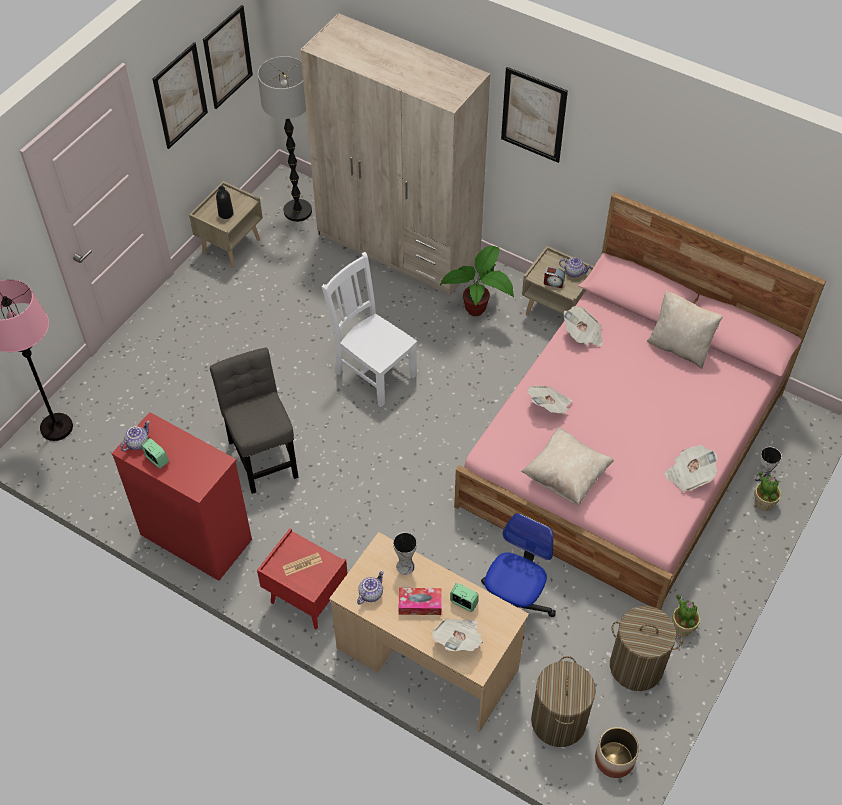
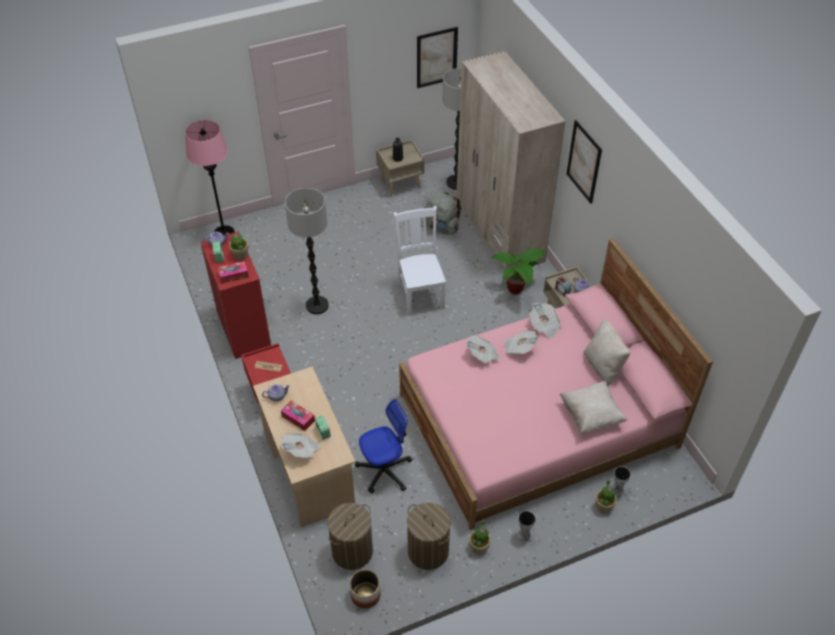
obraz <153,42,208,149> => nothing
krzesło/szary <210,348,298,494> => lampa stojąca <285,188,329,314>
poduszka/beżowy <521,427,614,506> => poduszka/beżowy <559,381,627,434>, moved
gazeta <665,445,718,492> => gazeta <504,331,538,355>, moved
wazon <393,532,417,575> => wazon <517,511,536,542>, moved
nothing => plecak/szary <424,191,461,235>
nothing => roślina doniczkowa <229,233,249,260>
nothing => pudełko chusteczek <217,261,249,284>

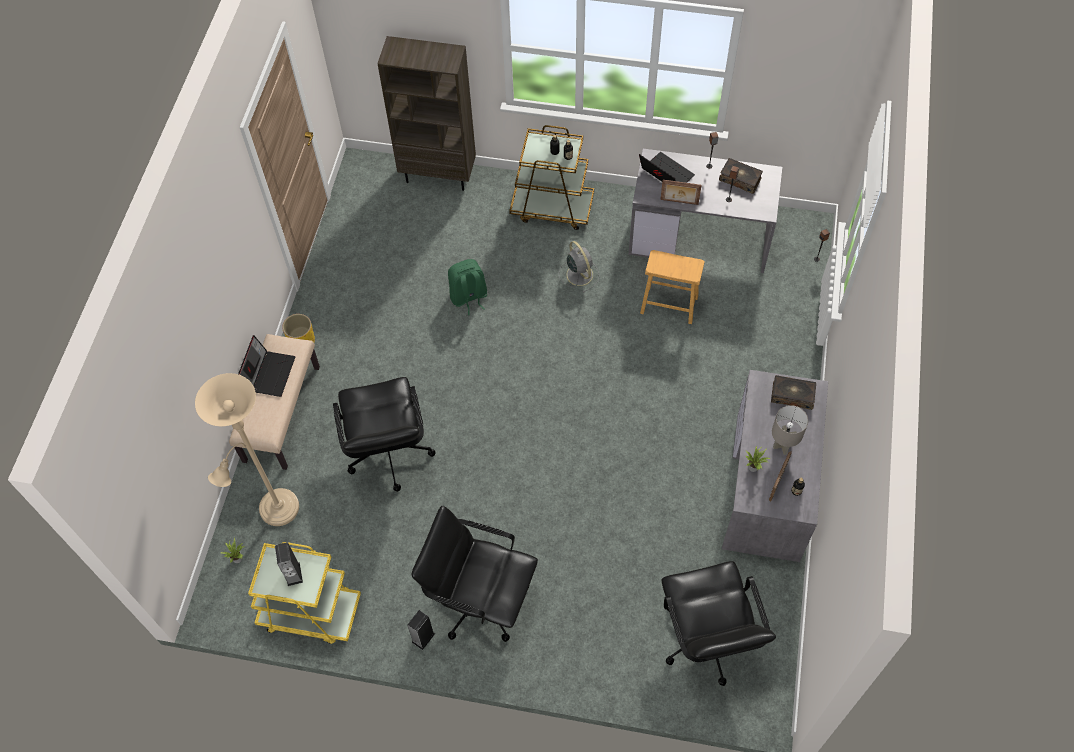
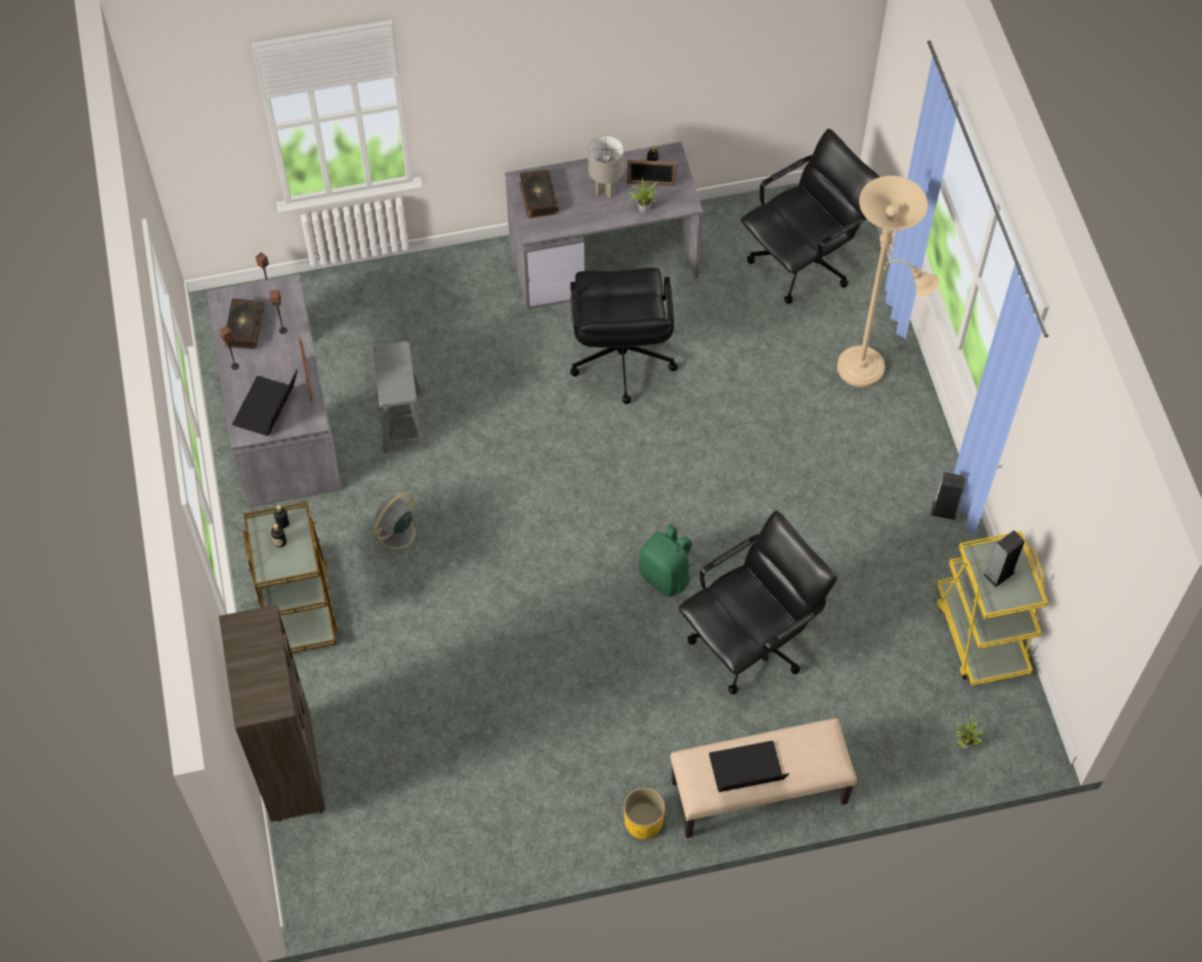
stołek/brązowy <640,250,705,324> => stołek/szary <373,341,429,453>
plecak/zielony <448,259,487,315> => plecak/zielony <639,524,694,597>, moved
lampa stojąca/beżowy <195,373,299,526> => lampa stojąca/beżowy <837,176,939,387>, moved
krzesło biurowe/czarny <411,506,538,642> => krzesło biurowe/czarny <570,268,678,404>, moved

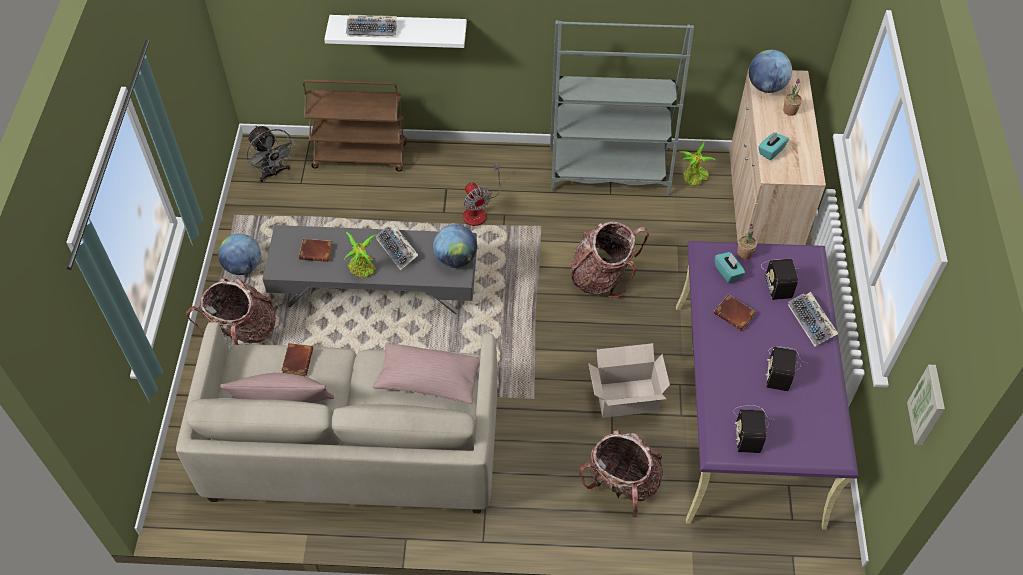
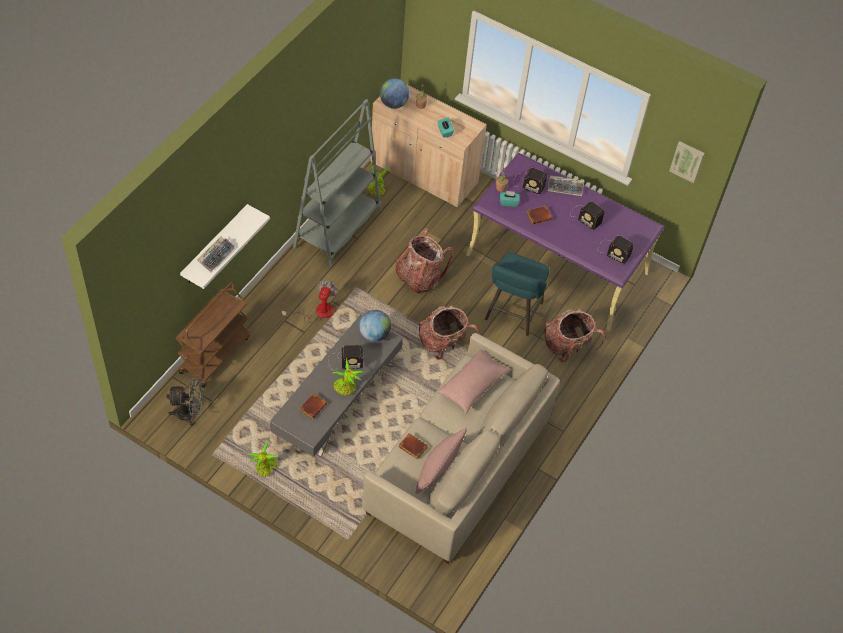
wentylator <463,163,501,226> => wentylator <282,280,338,323>, 75 degrees counterclockwise
klawiatura <376,224,418,270> => radio <328,345,363,369>
globus <218,234,261,275> => roślina doniczkowa <247,441,278,477>
plecak <186,278,276,345> => plecak <419,306,479,360>, moved
karton <588,343,670,418> => stołek/turkusowy <485,253,549,336>

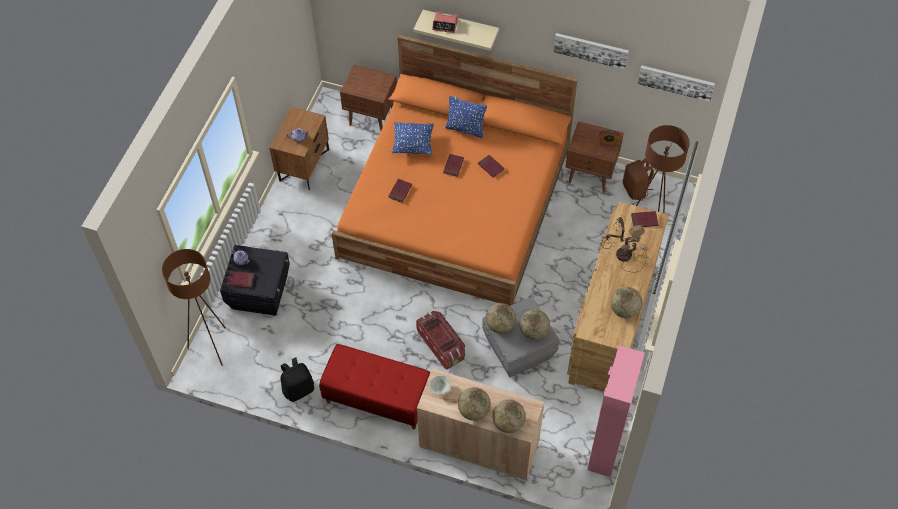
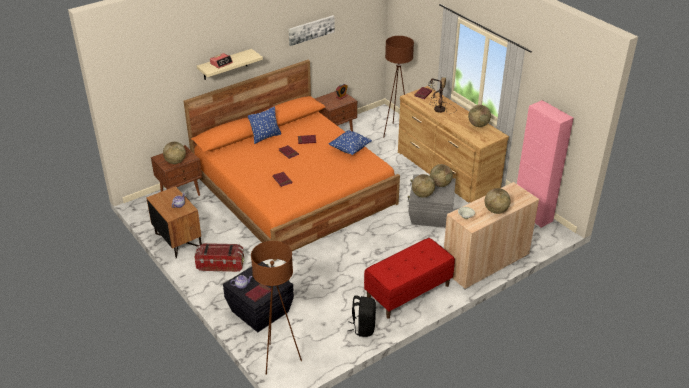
obraz <638,65,715,102> => nothing
poduszka/niebieski <392,122,434,155> => poduszka/niebieski <329,130,372,155>, moved
plecak/brązowy <623,158,654,200> => nothing
pojemnik do przechowywania <416,311,465,370> => pojemnik do przechowywania <194,243,244,272>, moved
globus <493,399,526,433> => globus <163,142,186,164>, moved

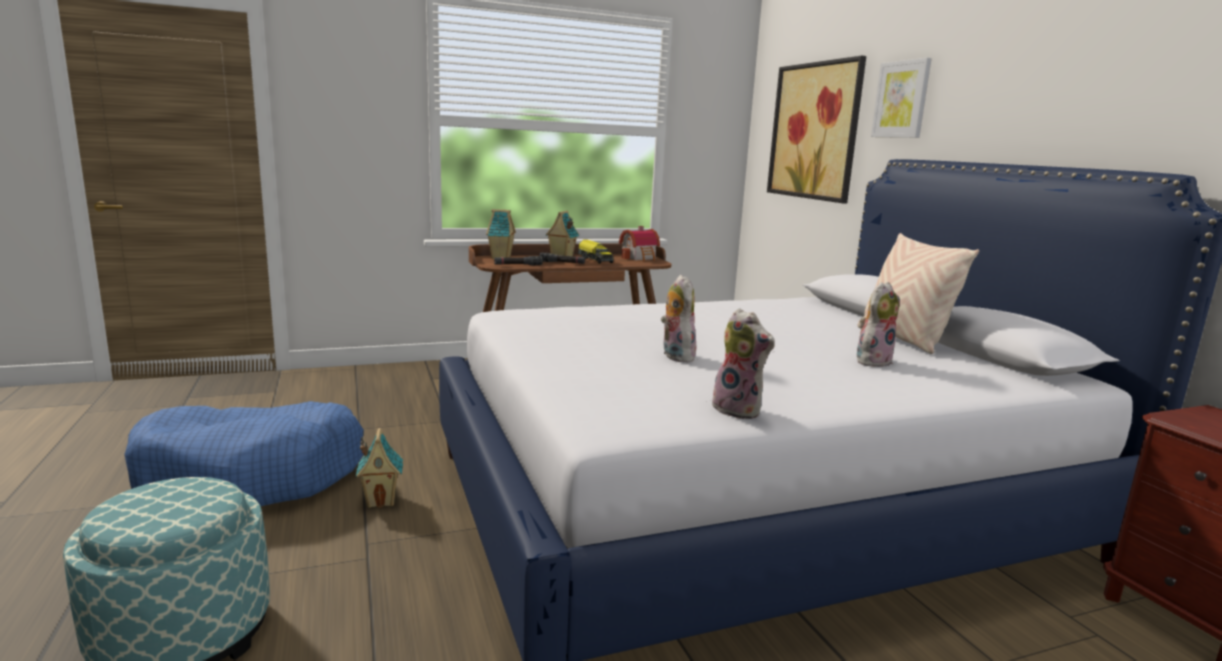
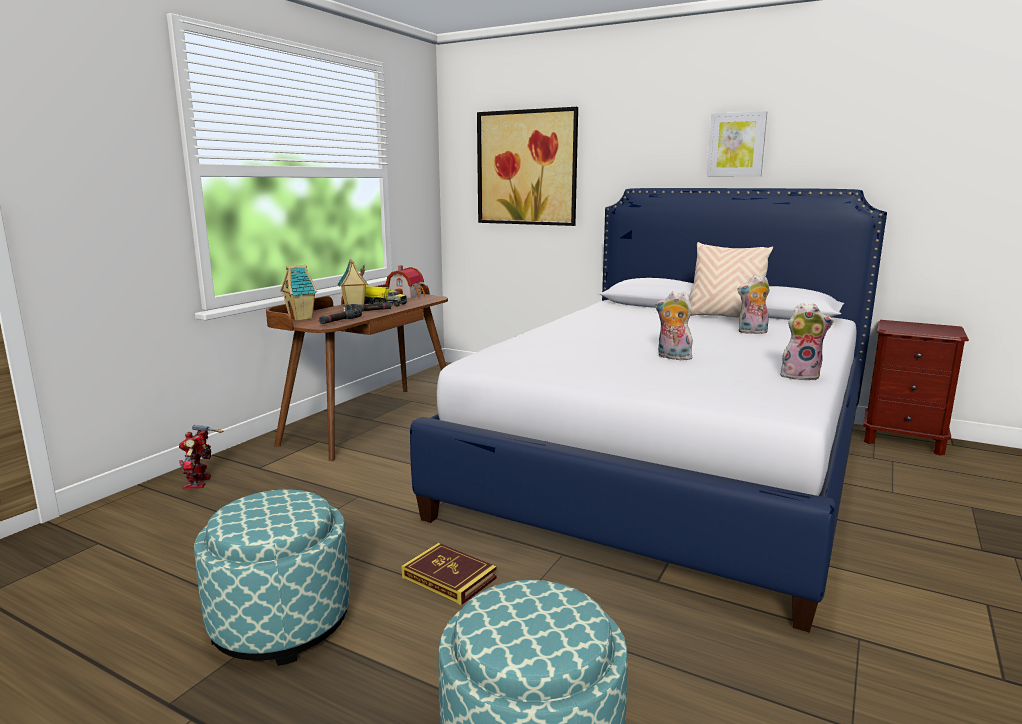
obraz <871,58,932,138> => obraz <707,111,767,176>, moved
pluszak <856,282,900,367> => pluszak <738,275,770,334>, 105 degrees counterclockwise
legowisko/niebieski <124,401,364,506> => pufa <194,490,350,666>
domek <356,428,403,508> => książka <402,543,497,605>
nothing => robot zabawkowy <179,425,223,489>

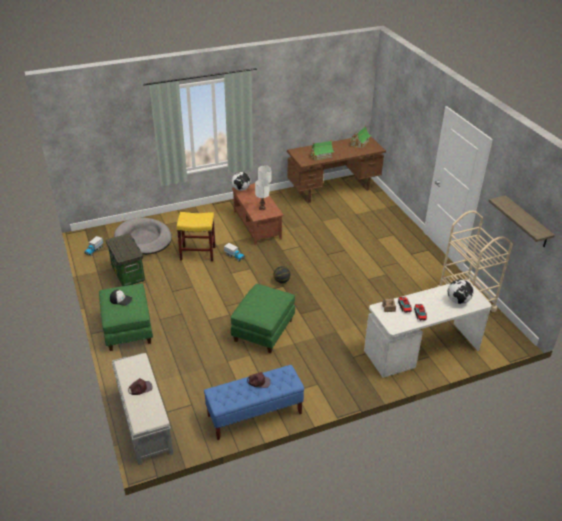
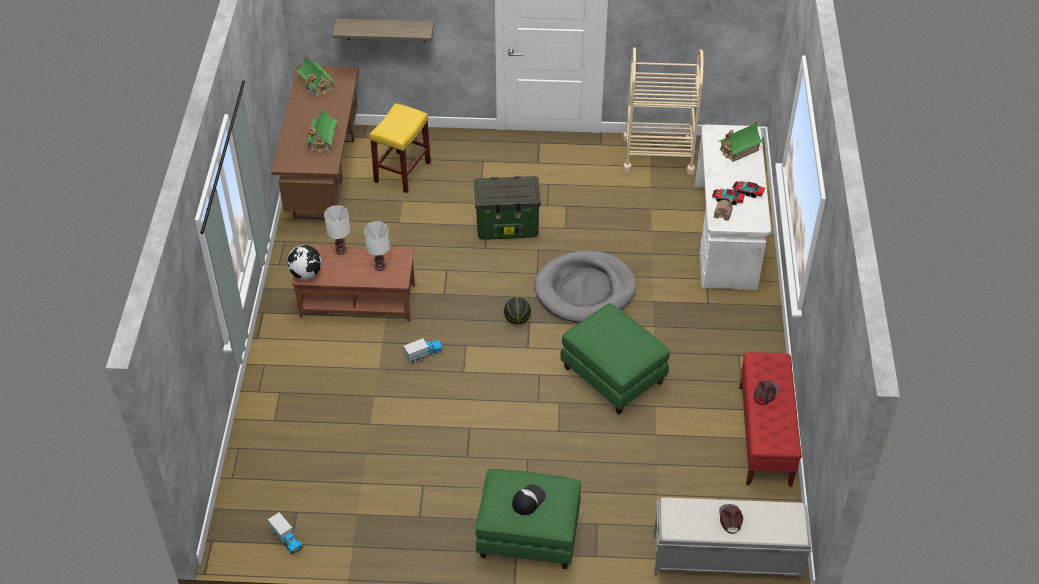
półka <488,195,555,247> => półka <333,19,434,42>, moved
stołek/żółty <177,212,216,261> => stołek/żółty <369,103,431,193>, moved
legowisko/szary <114,217,172,255> => legowisko/szary <534,250,636,322>, moved
pojemnik do przechowywania <106,234,145,286> => pojemnik do przechowywania <474,176,541,240>, moved
globus <448,279,473,304> => domek <718,121,763,162>
ławka/niebieski <204,365,304,440> => ławka/czerwony <739,352,802,487>

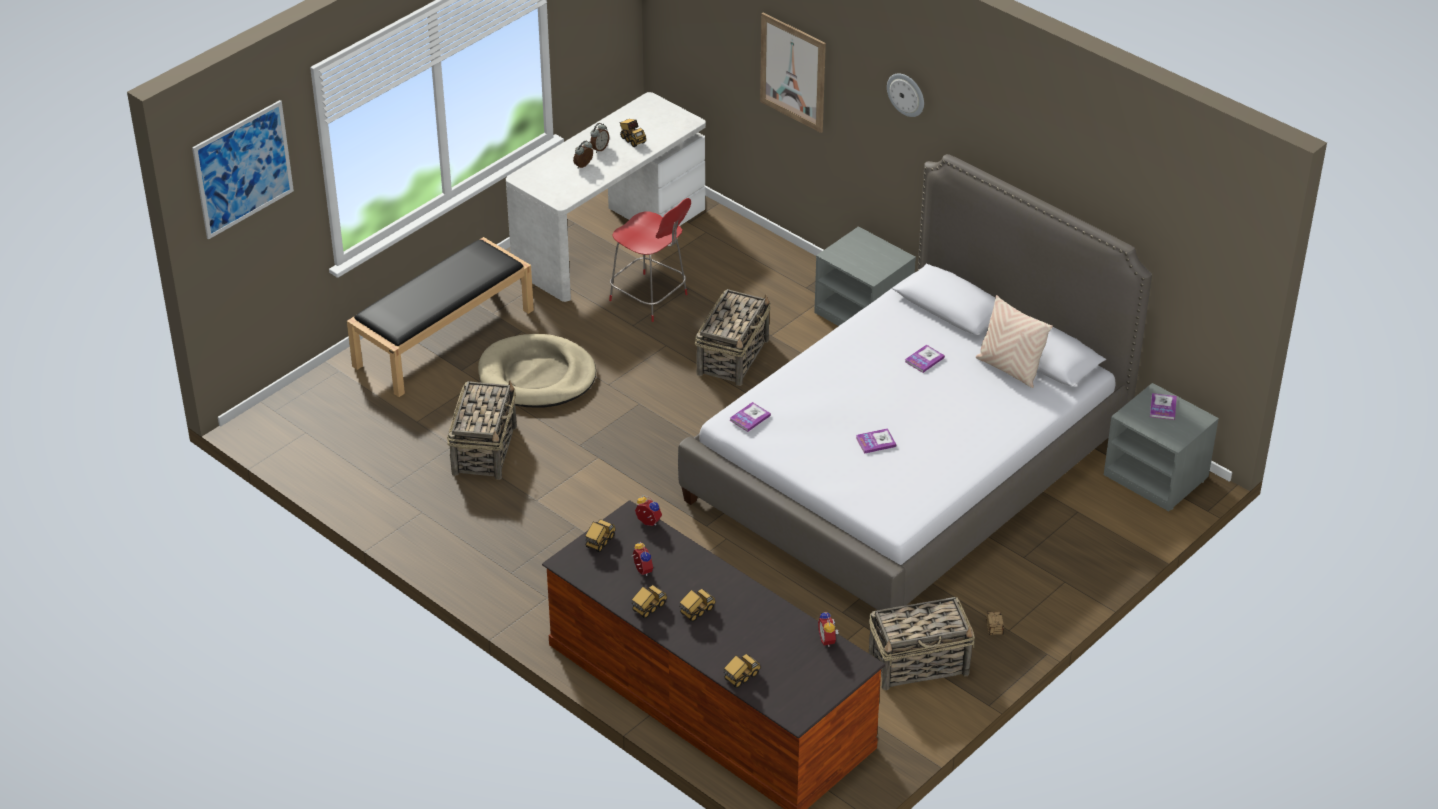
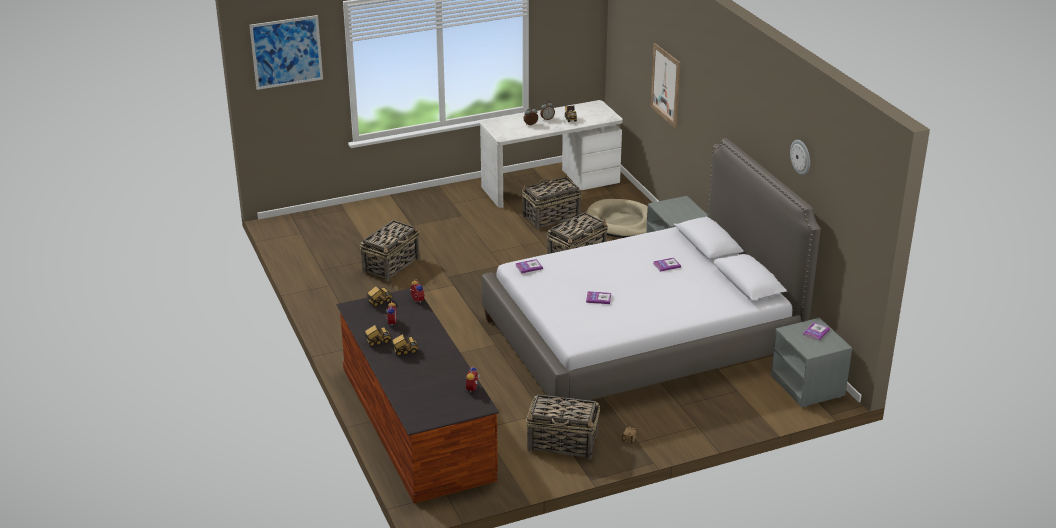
zegar ścienny <887,73,924,117> => zegar ścienny <790,140,810,175>, moved
krzesło/czerwony <609,198,691,322> => koszyk <522,174,582,229>
ławka/czarny <347,237,534,397> => nothing
poduszka/beżowy <976,295,1053,388> => nothing
legowisko/beżowy <478,334,596,407> => legowisko/beżowy <586,199,648,238>, moved
ciężarówka zabawkowa <723,654,761,688> => nothing

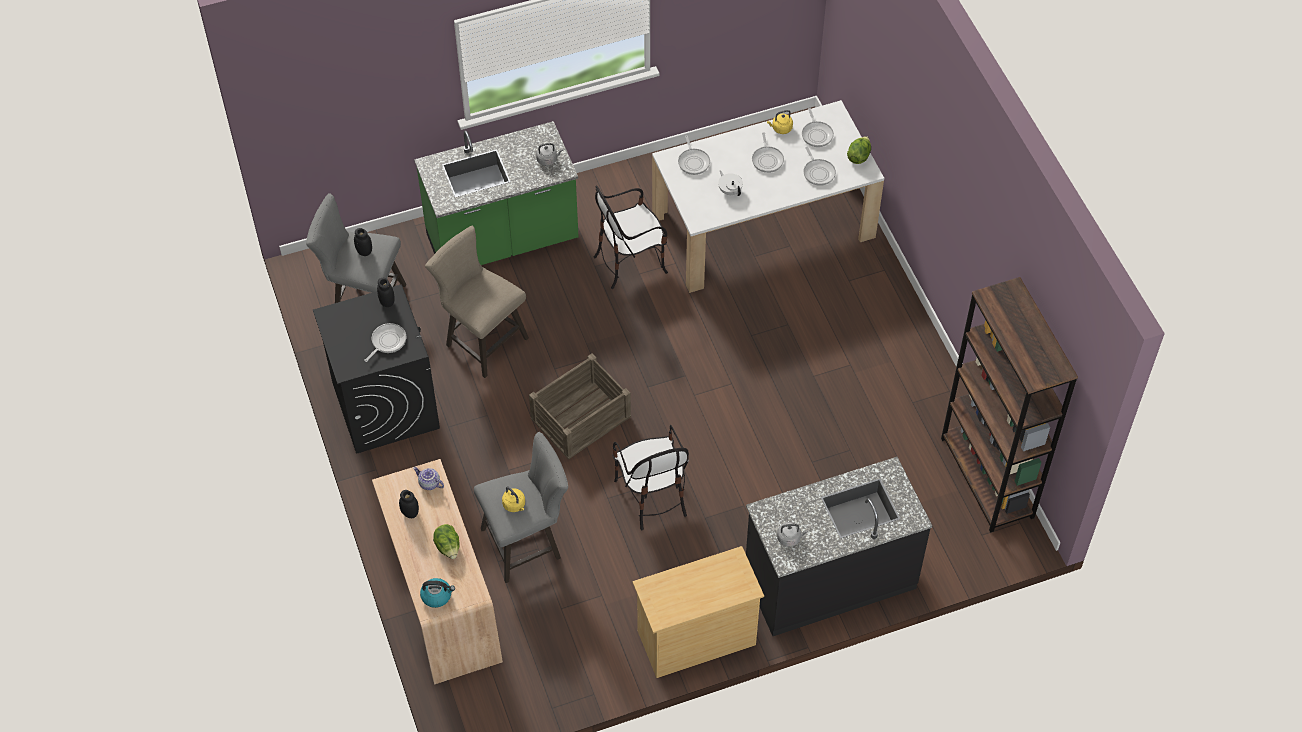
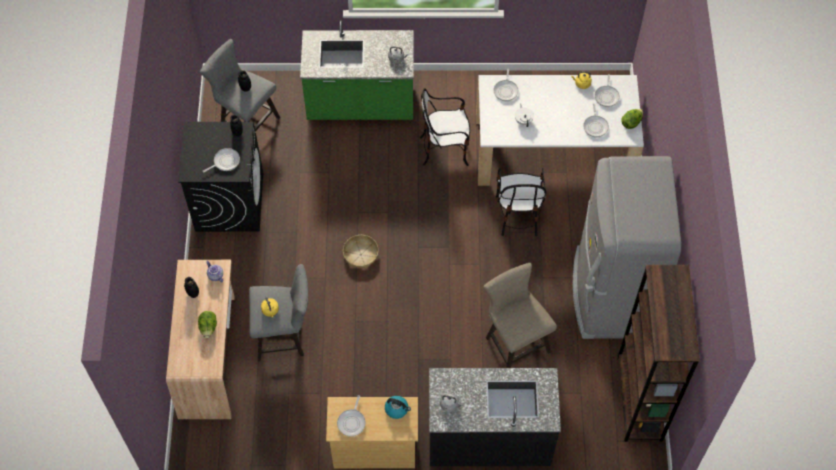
patelnia <752,132,784,173> => patelnia <337,395,366,437>, moved
stołek/beżowy <425,226,529,378> => stołek/beżowy <484,263,557,368>, moved
skrzynka <529,353,631,459> => koszyk <343,235,379,269>
krzesło <612,425,689,530> => krzesło <496,168,546,236>, moved
czajnik <420,578,455,608> => czajnik <385,396,411,419>, moved
nothing => lodówka/szary <573,156,681,339>

